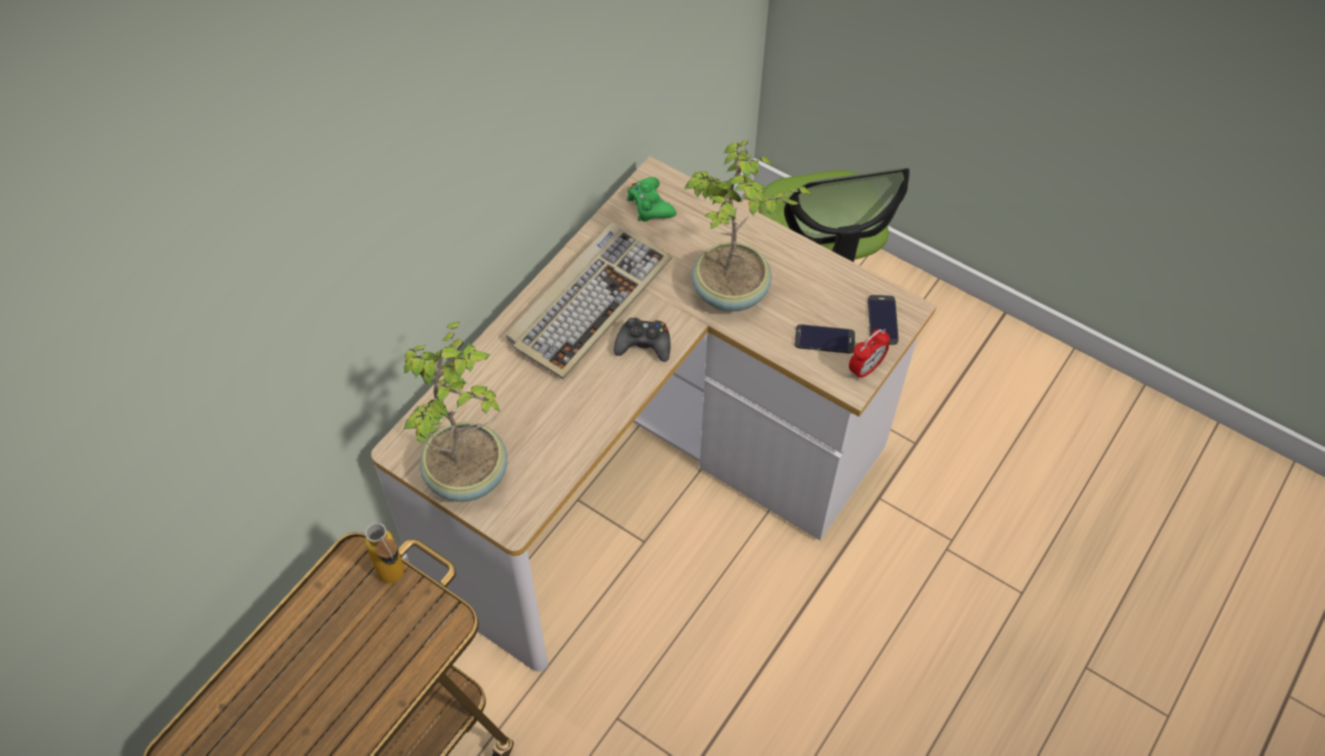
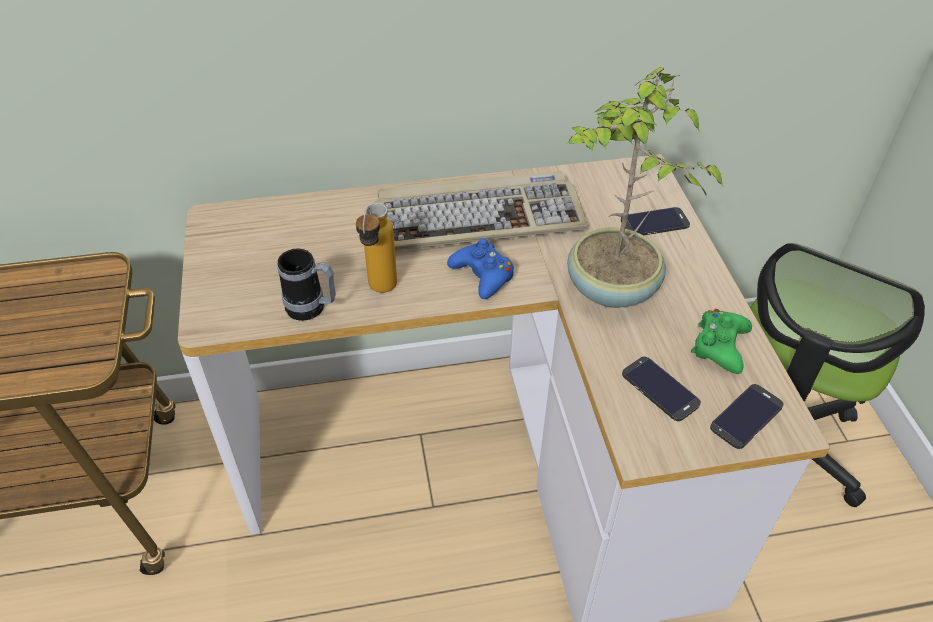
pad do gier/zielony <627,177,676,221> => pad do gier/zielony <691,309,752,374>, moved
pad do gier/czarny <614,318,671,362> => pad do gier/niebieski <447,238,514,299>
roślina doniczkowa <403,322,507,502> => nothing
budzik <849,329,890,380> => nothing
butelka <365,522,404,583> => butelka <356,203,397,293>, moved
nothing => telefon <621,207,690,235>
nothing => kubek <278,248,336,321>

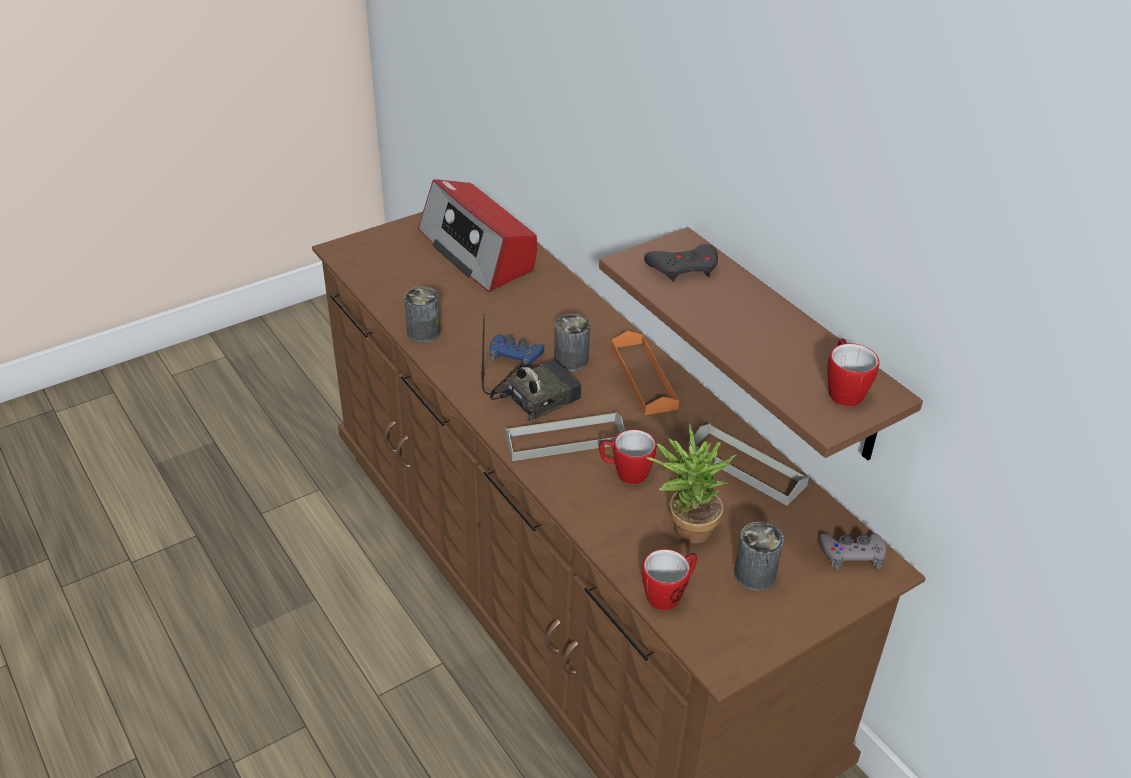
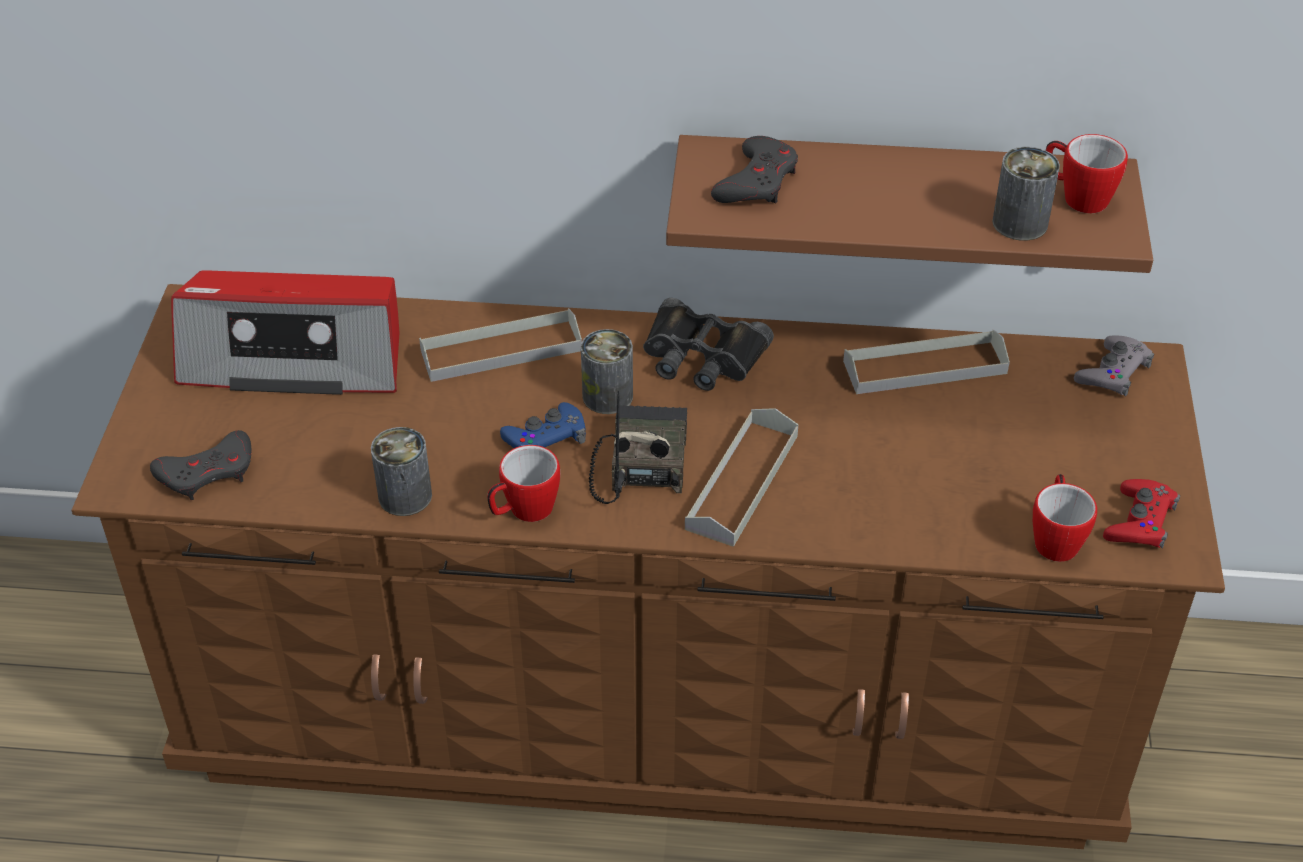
taca/pomarańczowy <611,331,679,415> => lornetka/czarny <643,298,774,391>
roślina doniczkowa <646,424,736,543> => nothing
kubek <599,429,657,484> => kubek <487,445,560,522>, moved
puszka <734,522,784,591> => puszka <992,147,1060,241>, moved
nothing => taca/szary <419,308,582,382>
nothing => pad do gier/szary <150,430,251,500>
nothing => pad do gier/czerwony <1103,479,1180,548>

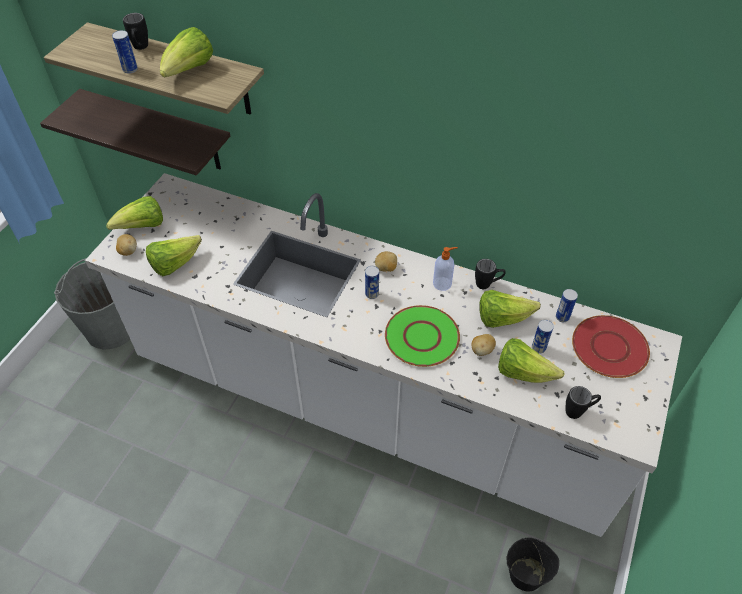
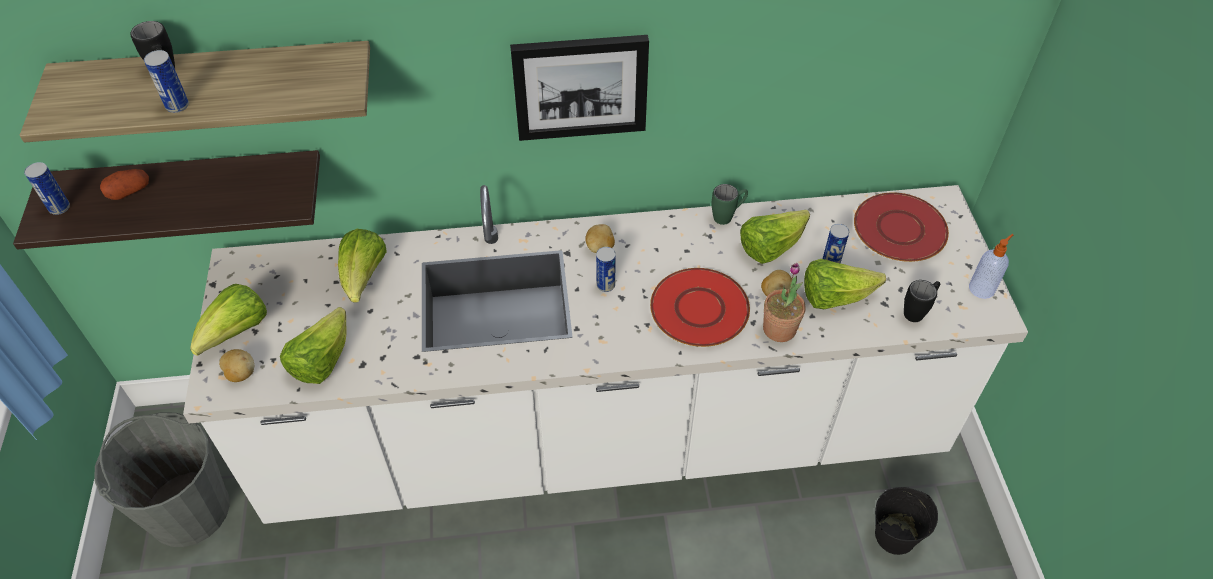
sałata <160,27,213,77> => sałata <338,229,387,303>, moved
dozownik mydła <433,247,458,291> => dozownik mydła <969,234,1014,299>, moved
kubek/czarny <475,259,506,289> => kubek/zielony <711,184,748,225>
puszka <556,289,578,322> => puszka <24,162,70,215>, moved
talerz/zielony <385,305,460,367> => talerz/czerwony <650,268,750,347>
nothing => obraz <510,35,649,141>
nothing => ziemniak <100,169,149,200>
nothing => roślina doniczkowa <763,263,806,342>

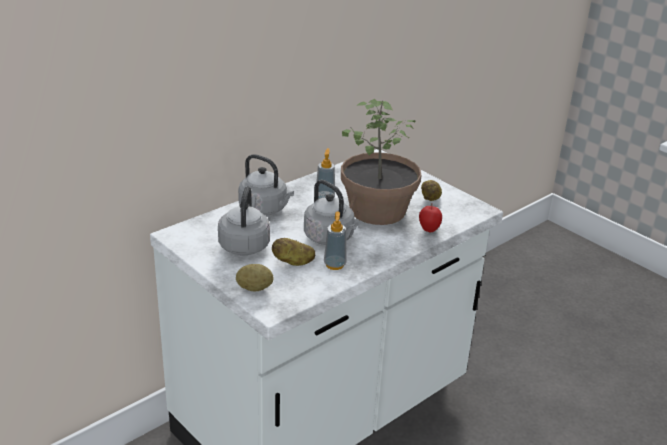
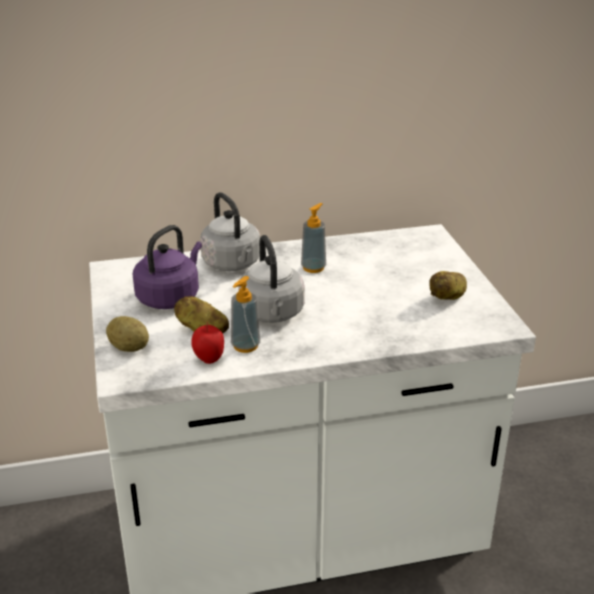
roślina doniczkowa <341,99,422,225> => nothing
czajnik/szary <218,186,270,255> => czajnik/fioletowy <133,225,202,309>
jabłko <419,203,442,232> => jabłko <191,322,224,364>, moved

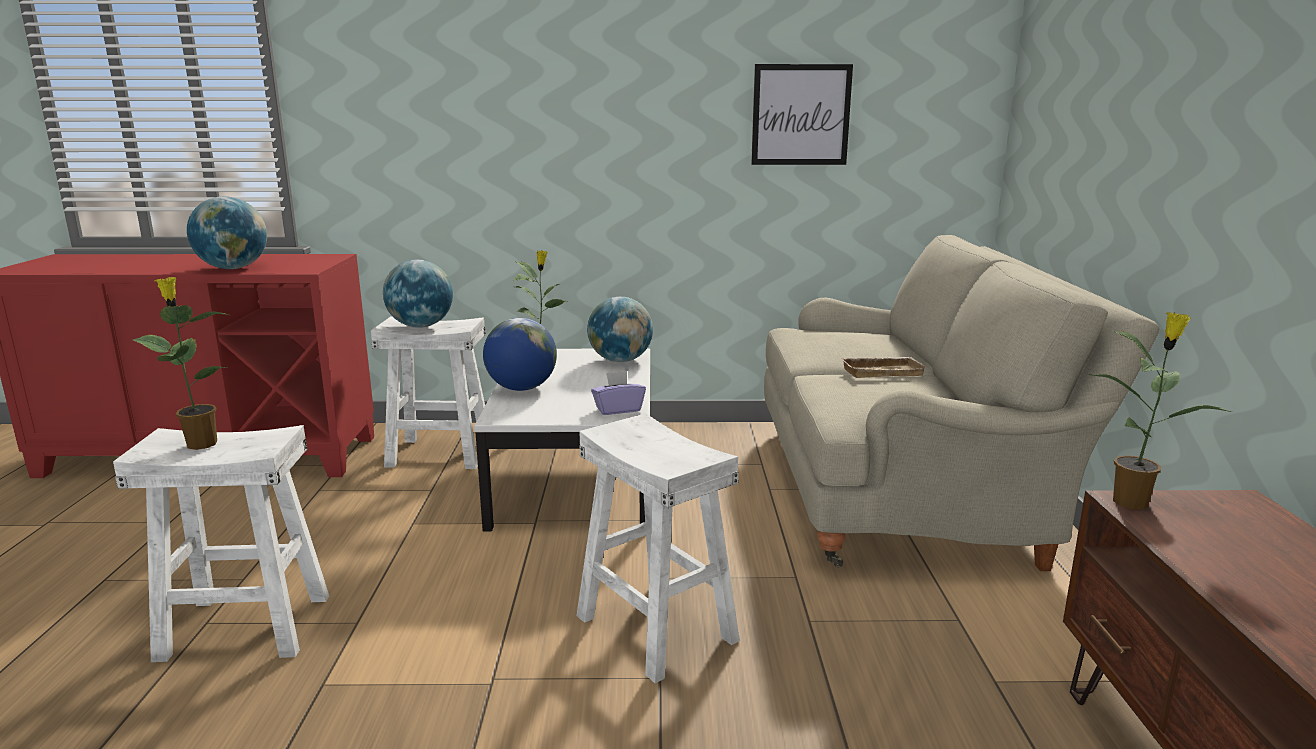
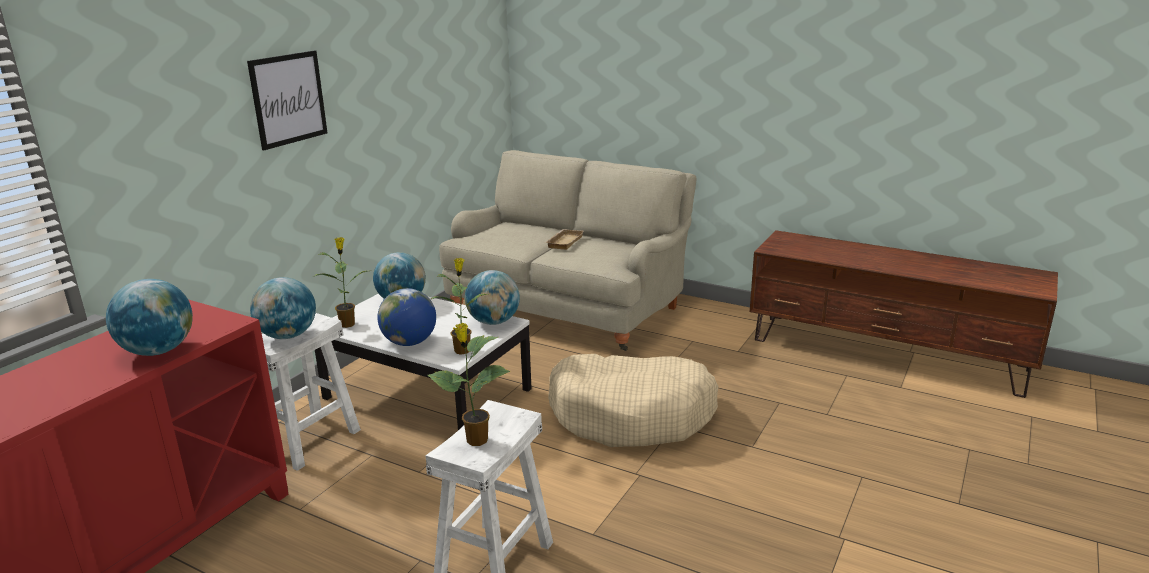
obraz <751,64,853,165> => obraz <247,50,328,150>, moved
roślina doniczkowa <1088,312,1232,509> => roślina doniczkowa <431,258,487,355>, moved
pudełko chusteczek/fioletowy <591,371,646,415> => globus <465,270,520,325>
stołek/biały <577,413,740,683> => legowisko/beżowy <548,354,718,447>

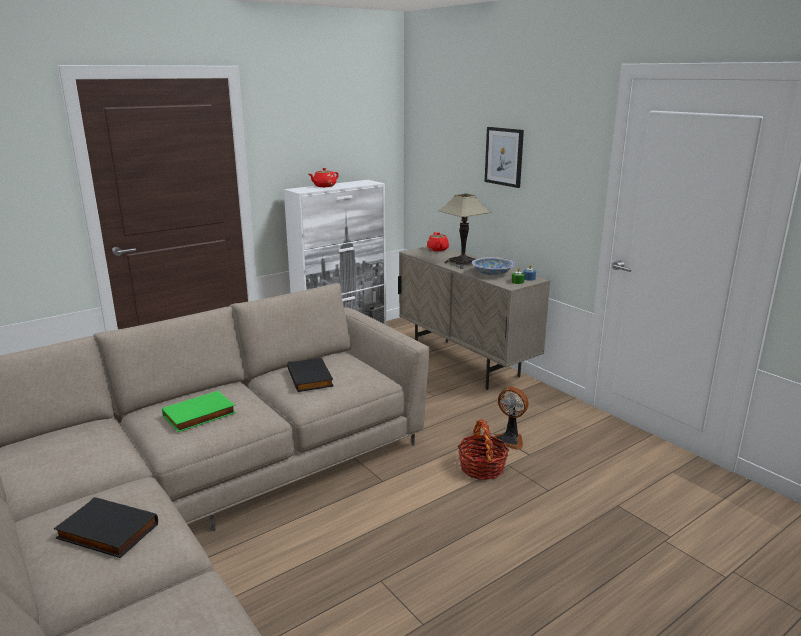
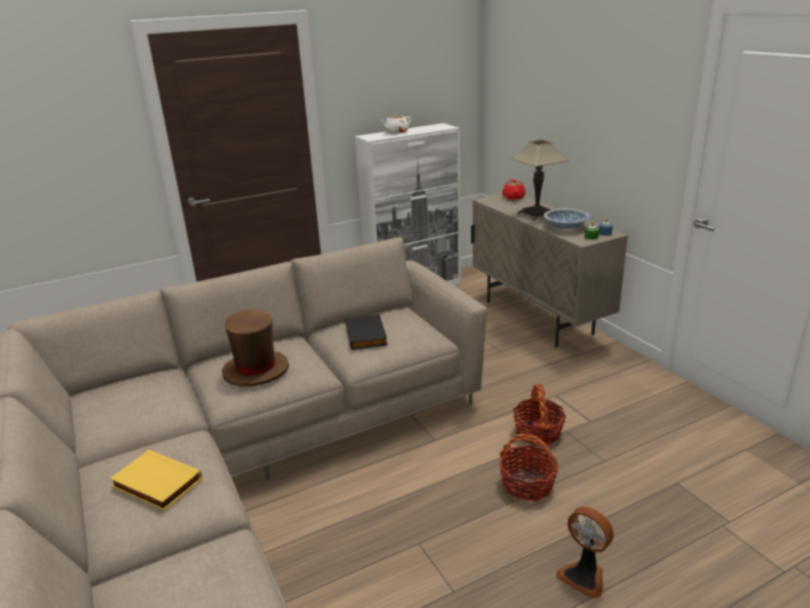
obraz <485,127,524,188> => nothing
imbryk/czerwony <309,168,339,187> => imbryk/biały <380,113,411,134>
wentylator <494,387,529,450> => wentylator <556,507,614,599>, moved
książka/zielony <162,391,236,432> => kapelusz/brązowy <222,310,289,386>
książka/czarny <54,497,158,558> => książka/żółty <110,450,202,511>
nothing => koszyk <499,434,558,501>

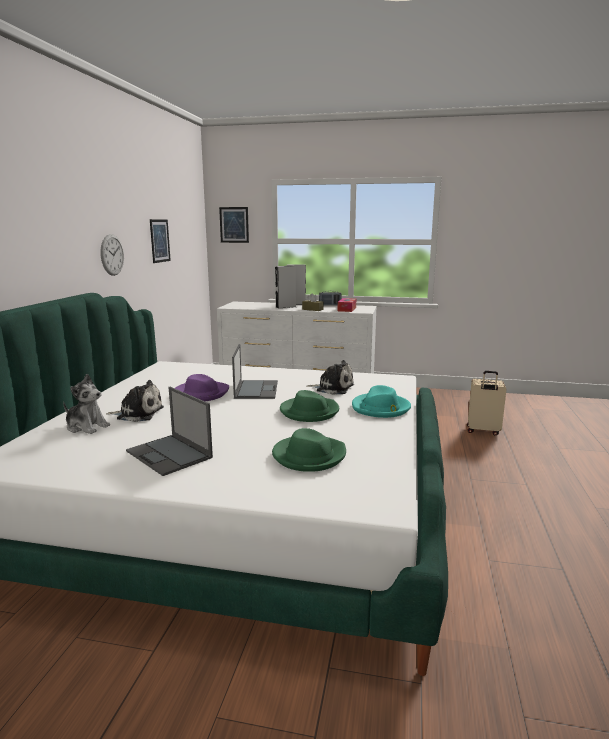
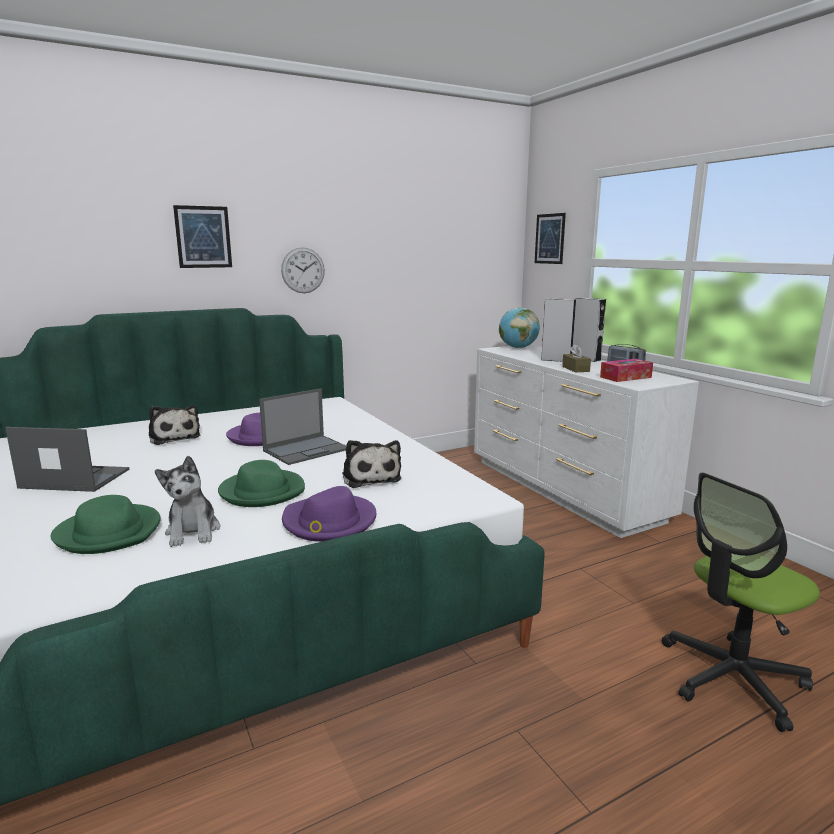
obraz <150,219,171,263> => obraz <173,205,232,268>, moved
walizka/beżowy <467,371,506,435> => krzesło biurowe <662,472,820,732>
pluszak <63,374,110,434> => pluszak <155,456,220,547>, moved
kapelusz/turkusowy <352,385,411,418> => kapelusz/fioletowy <282,486,376,542>
laptop <126,387,213,476> => laptop <5,427,129,492>, 90 degrees clockwise
nothing => globus <499,307,540,348>

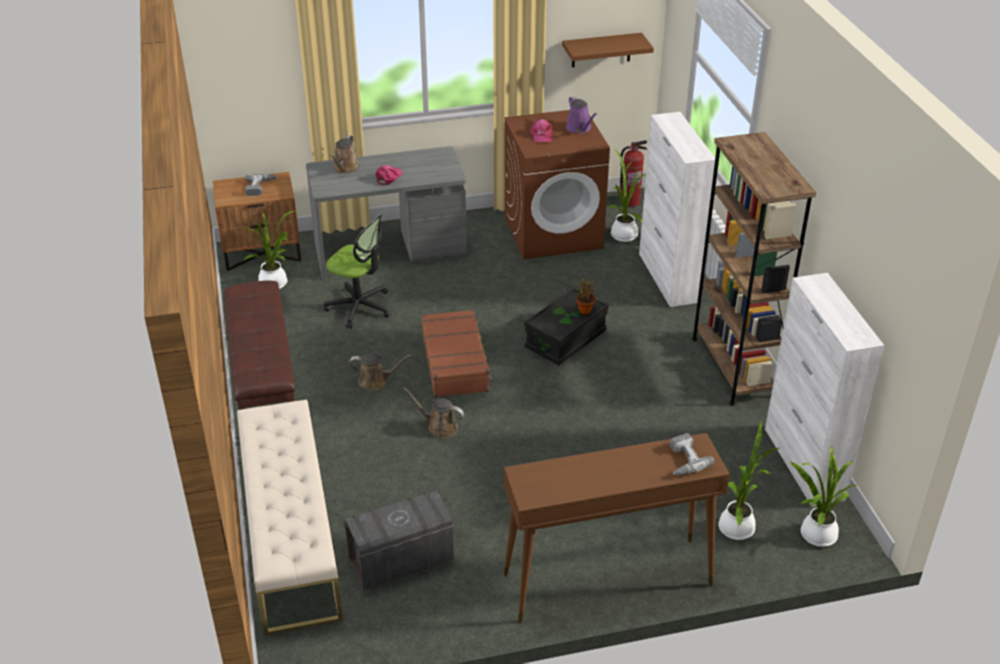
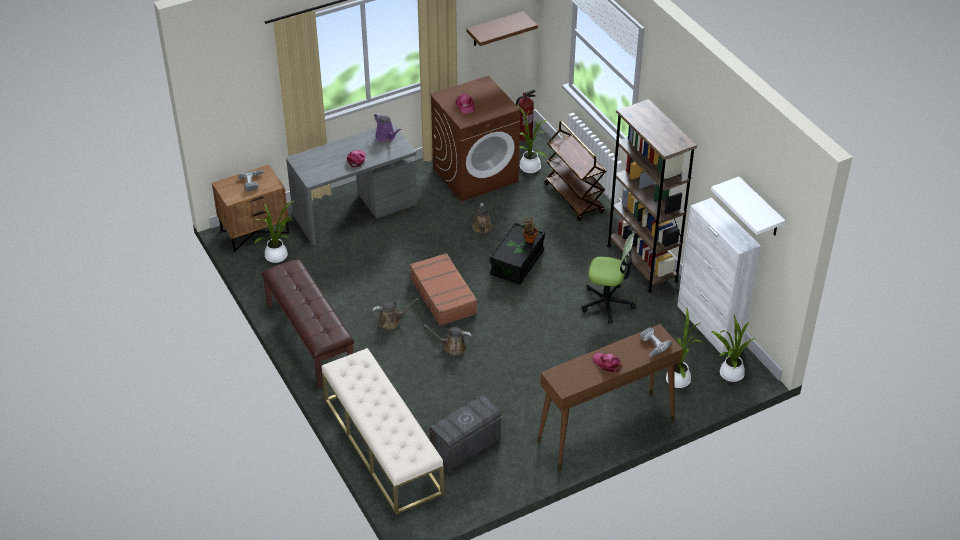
konewka/fioletowy <566,96,597,134> => konewka/fioletowy <374,113,402,142>, moved
szafka/biały <639,112,715,307> => wózek/brązowy <544,121,606,221>
konewka/brązowy <330,135,360,173> => konewka/brązowy <472,203,492,233>, moved
krzesło biurowe <324,214,391,328> => krzesło biurowe <582,233,636,324>, moved
nothing => półka/biały <711,177,786,235>
nothing => czapka z daszkiem/różowy <593,353,622,372>

